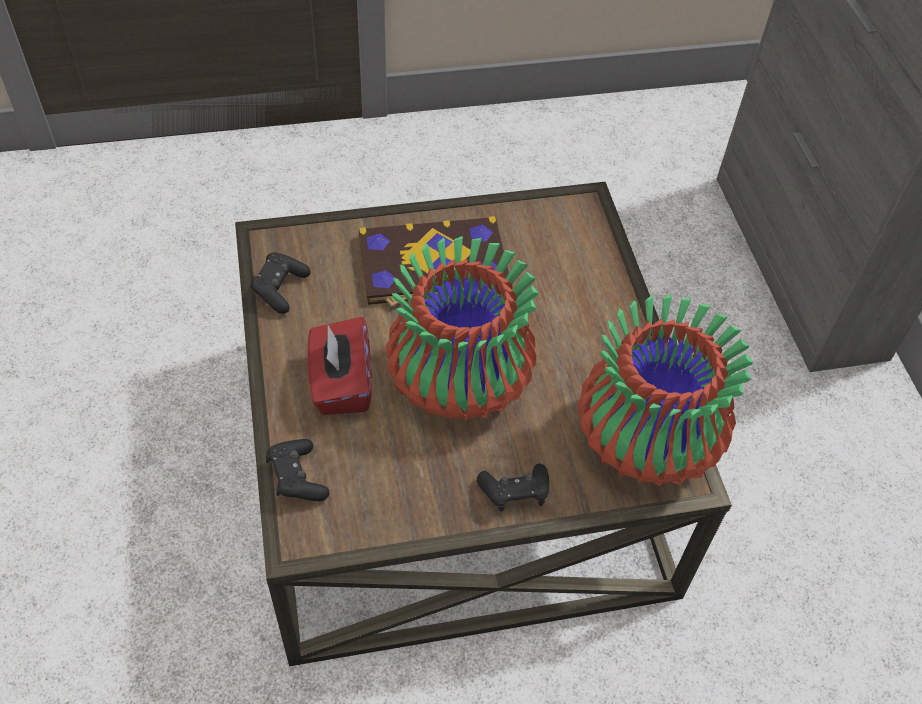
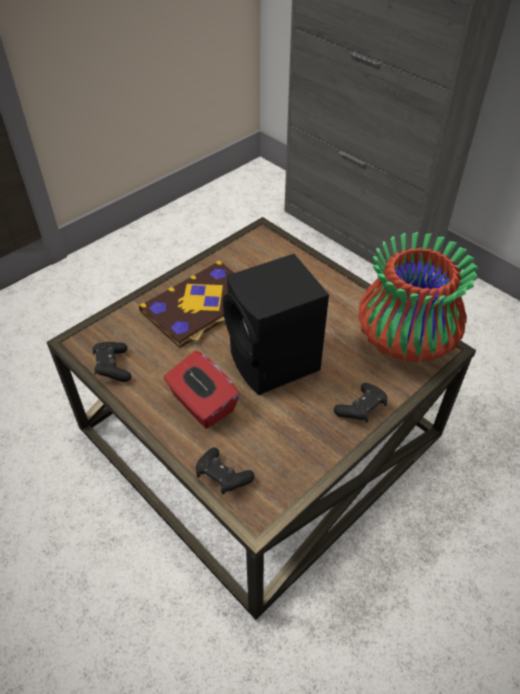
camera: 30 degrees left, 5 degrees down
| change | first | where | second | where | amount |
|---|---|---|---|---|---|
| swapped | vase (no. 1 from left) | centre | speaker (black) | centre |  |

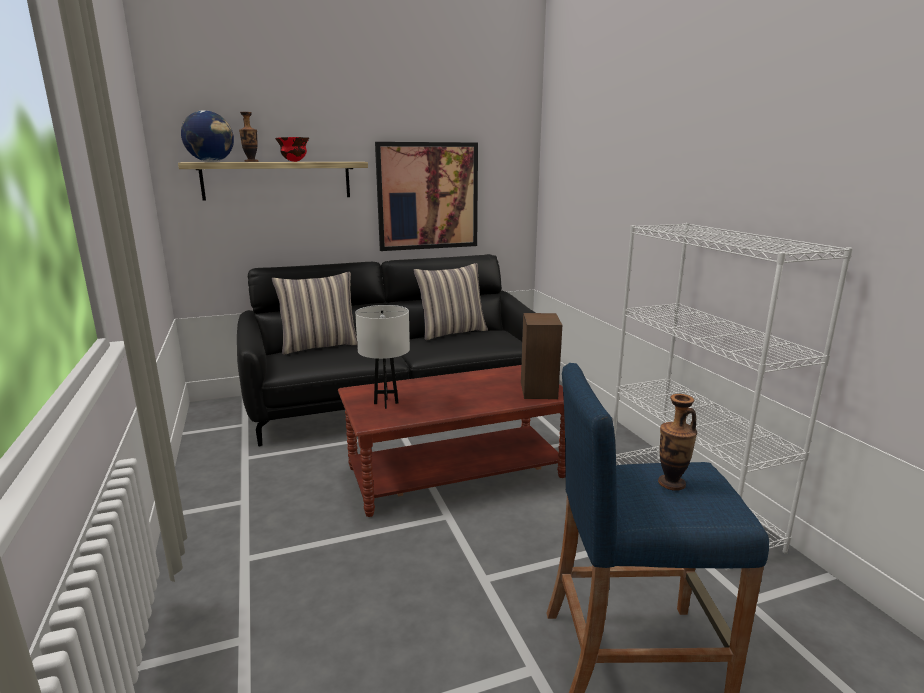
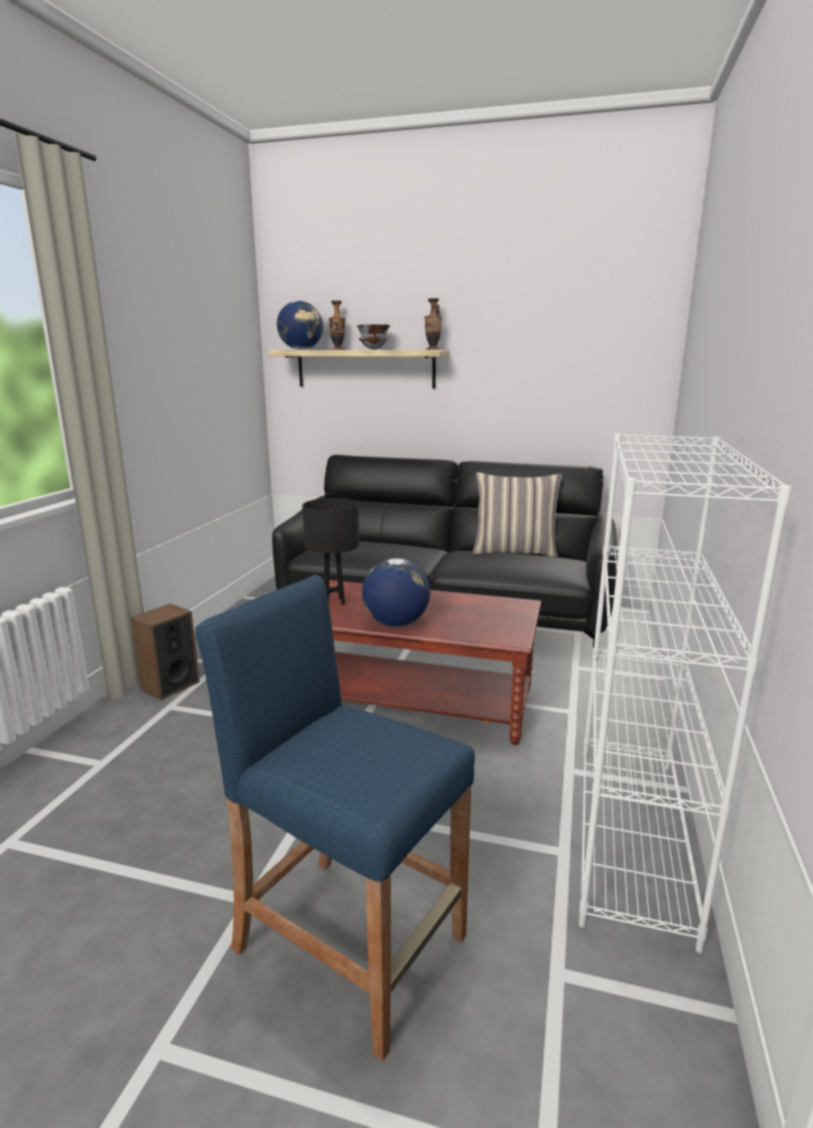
camera: 35 degrees right, 0 degrees up
| change | first | where | second | where | amount |
|---|---|---|---|---|---|
| shifted | speaker | centre |  | middle left |  |
| repainted | table lamp (white) | centre | table lamp (black) | centre |  |
| repainted | bowl (red) | top left | bowl (grey) | top centre |  |
| new |  |  | globe (no. 2 from left) | centre |  |
| shifted | vase (no. 2 from left) | middle right |  | top centre |  |
| gone | pillow (no. 1 from left) | centre |  |  |  |
| gone | picture | top centre |  |  |  |

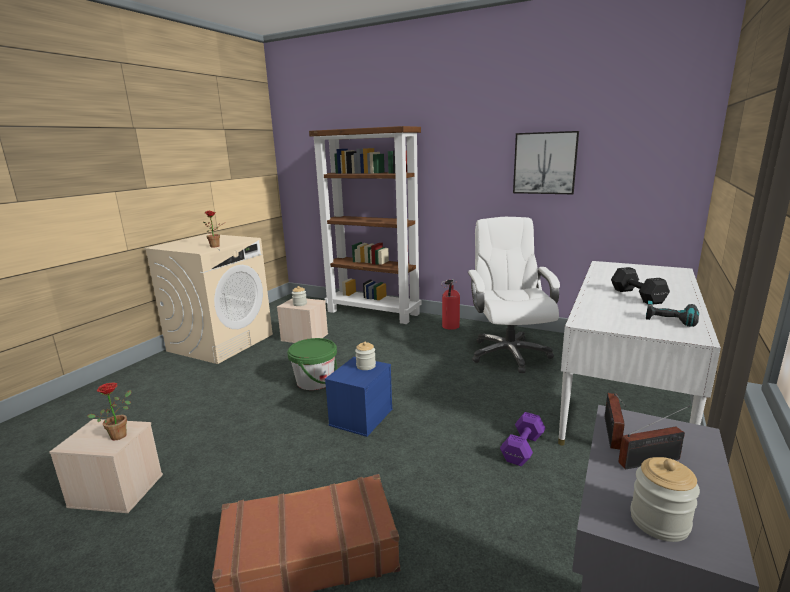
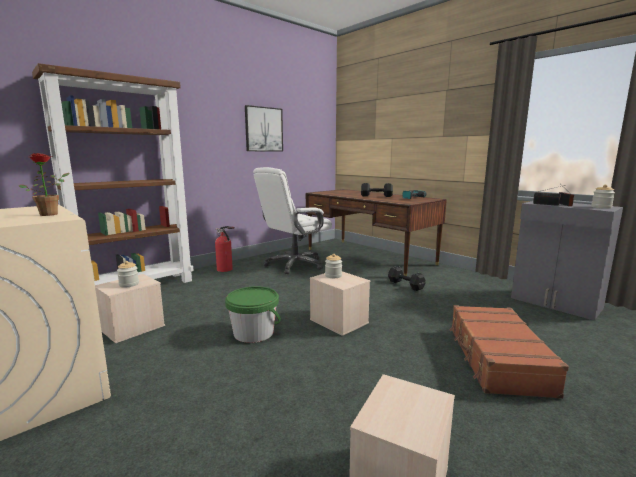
camera: 70 degrees left, 5 degrees down
| change | first | where | second | where | amount |
|---|---|---|---|---|---|
| rotated | office chair (white) | centre |  | centre | 60 degrees counterclockwise |
| repainted | desk (white) | middle right | desk (brown) | centre |  |
| repainted | storage box (blue) | bottom centre | storage box (beige) (no. 2 from left) | centre |  |
| repainted | dumbbell (purple) | bottom centre | dumbbell (black) (no. 2 from left) | centre |  |
| gone | potted plant (no. 1 from left) | bottom left |  |  |  |

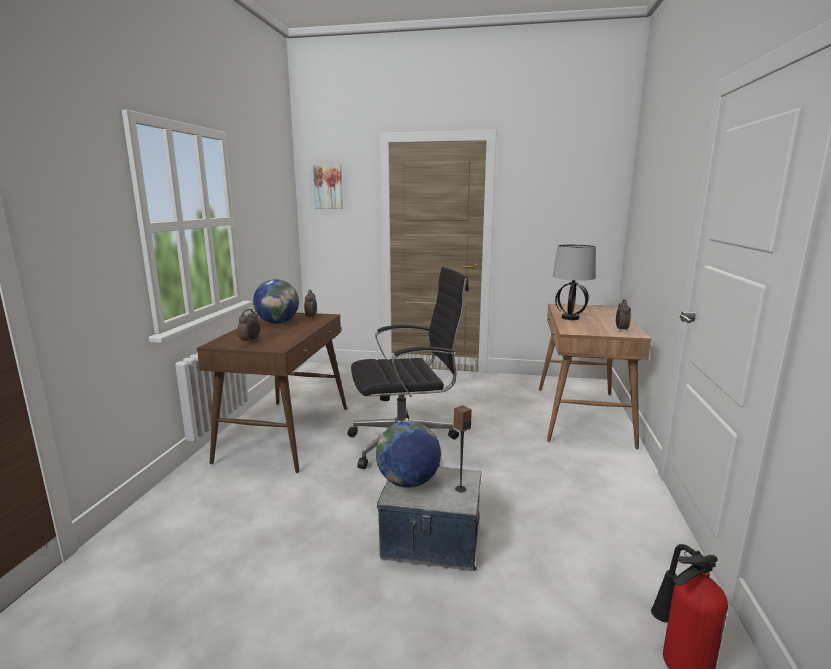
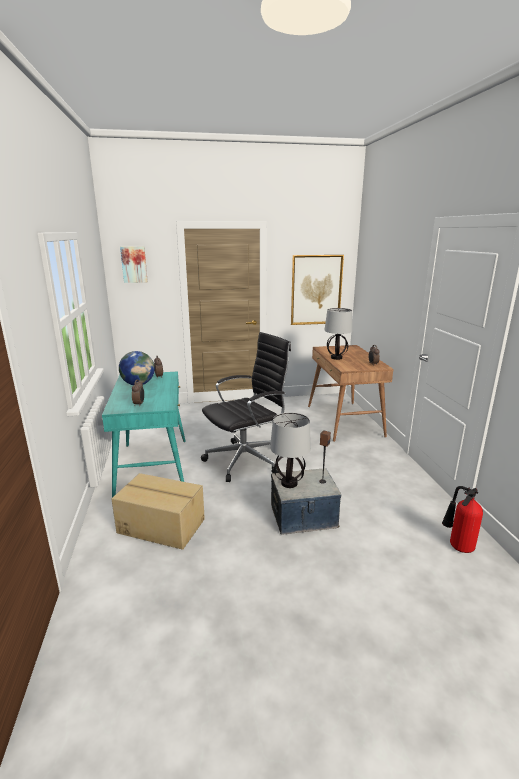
camera: 20 degrees left, 5 degrees up
| change | first | where | second | where | amount |
|---|---|---|---|---|---|
| repainted | desk (brown) (no. 1 from left) | middle left | desk (turquoise) | middle left |  |
| new |  |  | cardboard box | middle left |  |
| swapped | globe (no. 2 from left) | bottom centre | table lamp (no. 1 from left) | centre |  |
| new |  |  | picture (no. 2 from left) | centre |  |

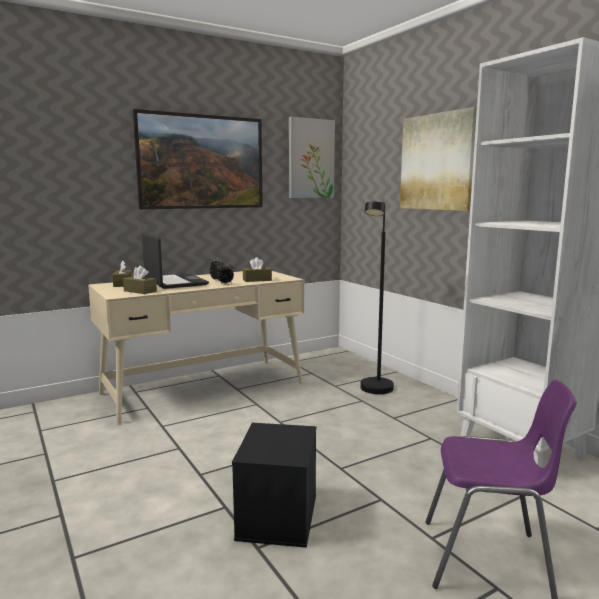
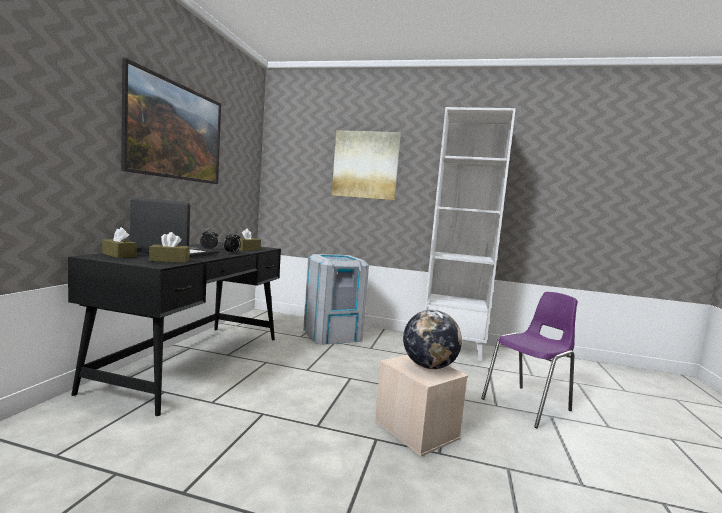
camera: 45 degrees left, 5 degrees down
| change | first | where | second | where | amount |
|---|---|---|---|---|---|
| repainted | desk (beige) | middle left | desk (black) | middle left |  |
| swapped | floor lamp (black) | centre | trash can (grey) | centre |  |
| repainted | storage box (black) | bottom centre | storage box (beige) | bottom centre |  |
| new |  |  | globe | centre |  |
| gone | picture (no. 2 from left) | top centre |  |  |  |

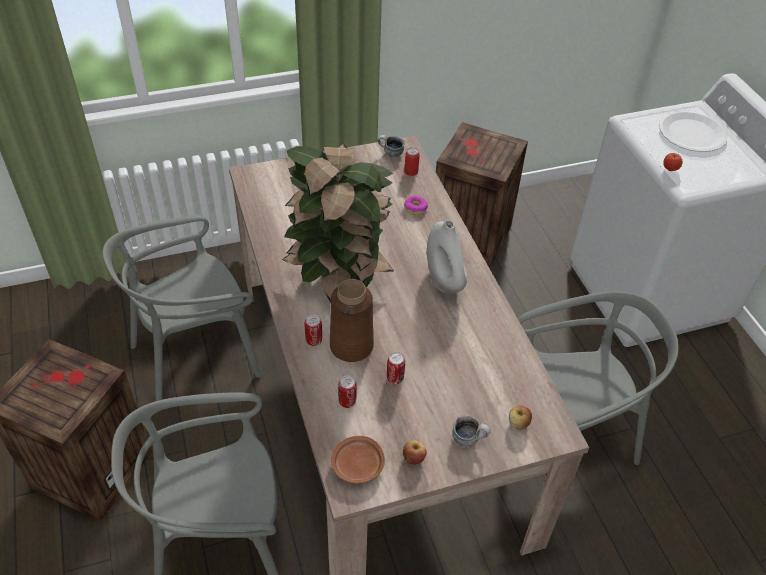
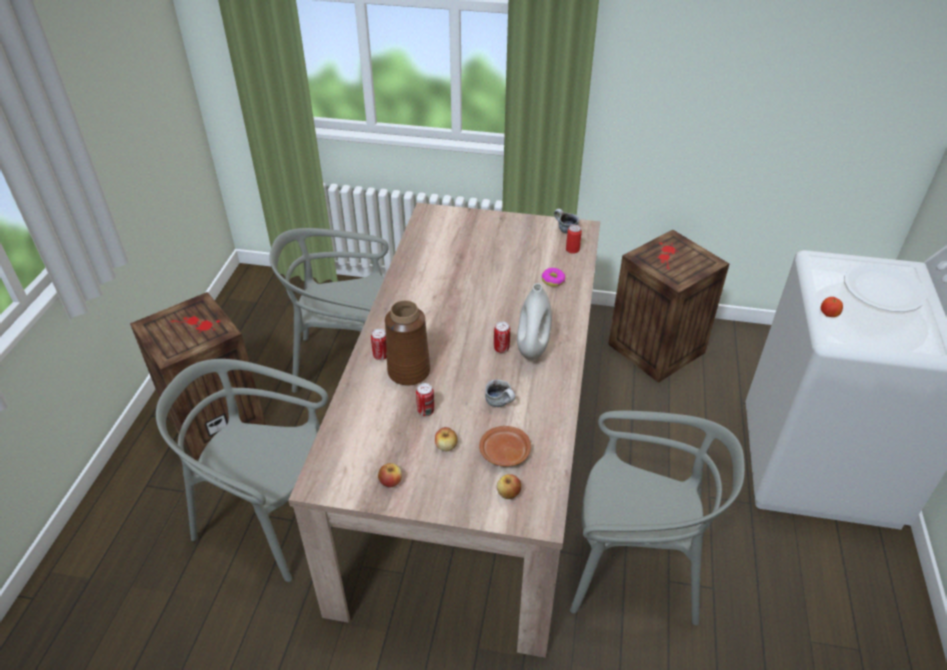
camera: 30 degrees right, 5 degrees down
| change | first | where | second | where | amount |
|---|---|---|---|---|---|
| new |  |  | apple (no. 2 from left) | centre |  |
| shifted | plate (brown) | bottom centre |  | centre |  |
| shifted | mug (no. 2 from left in the first image) | bottom centre | mug (no. 1 from left) | centre |  |
| shifted | can (no. 2 from left in the first image) | bottom centre | can (no. 3 from left) | centre |  |
| gone | potted plant | centre |  |  |  |

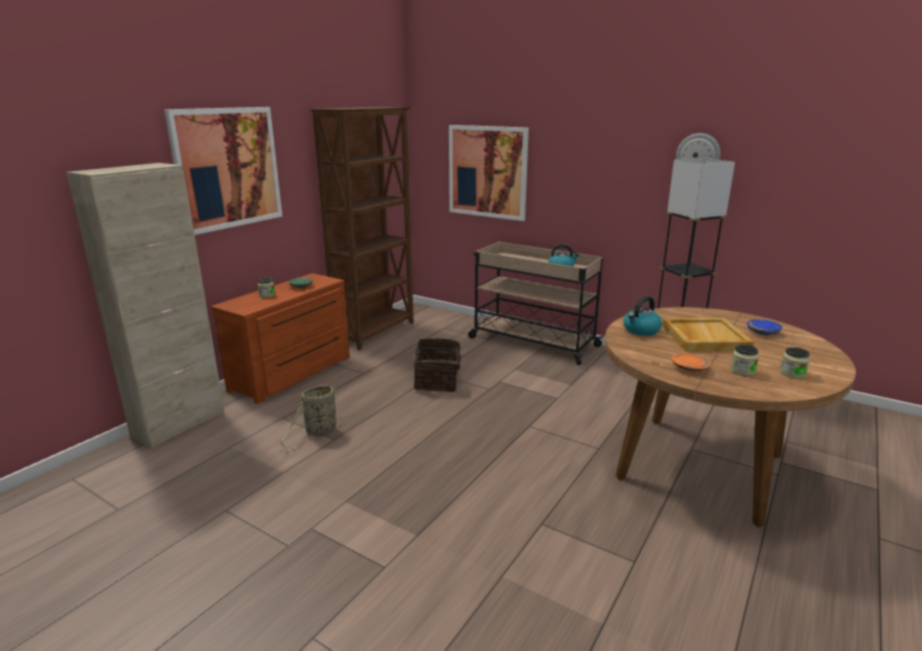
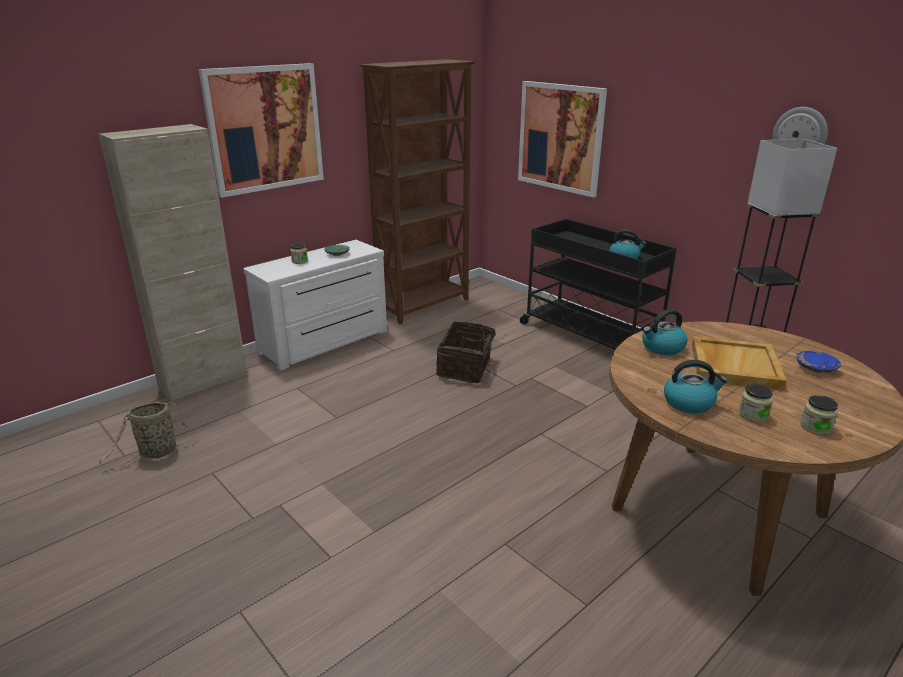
camera: 15 degrees right, 5 degrees up
| change | first | where | second | where | amount |
|---|---|---|---|---|---|
| shifted | basket (no. 1 from left) | centre |  | middle left |  |
| repainted | dresser (brown) | middle left | dresser (white) | centre |  |
| repainted | cart (beige) | centre | cart (black) | centre |  |
| swapped | plate (orange) | middle right | kettle (no. 3 from left) | middle right |  |

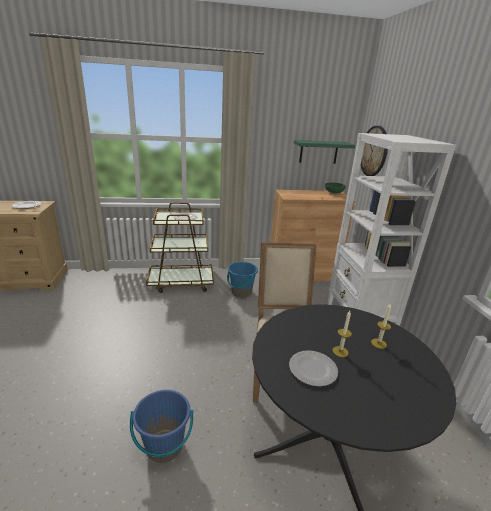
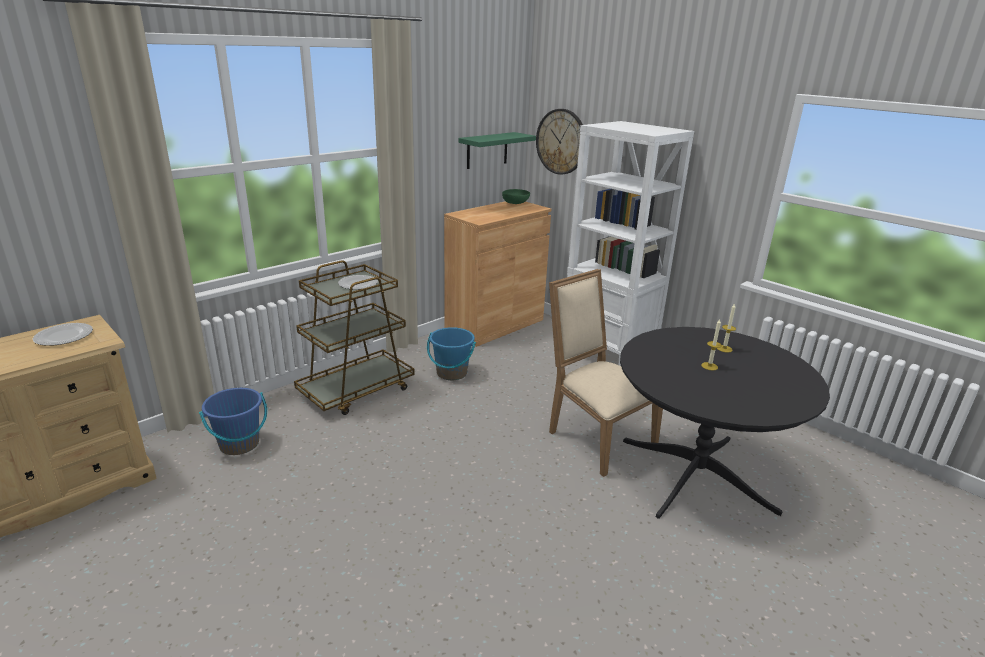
camera: 35 degrees left, 0 degrees up
| change | first | where | second | where | amount |
|---|---|---|---|---|---|
| shifted | bucket (blue) (no. 1 from left) | bottom left |  | middle left |  |
| gone | plate (no. 3 from left) | bottom centre |  |  |  |

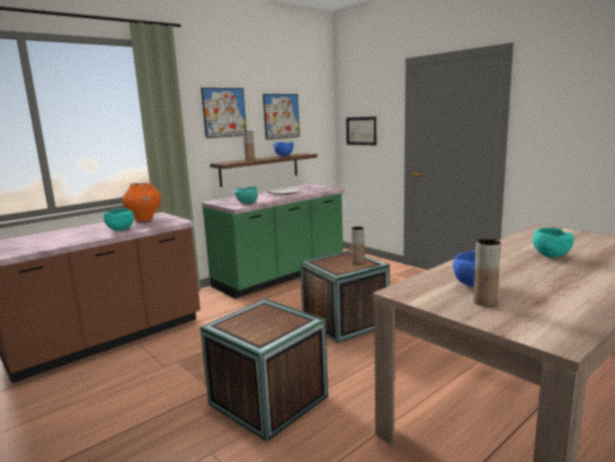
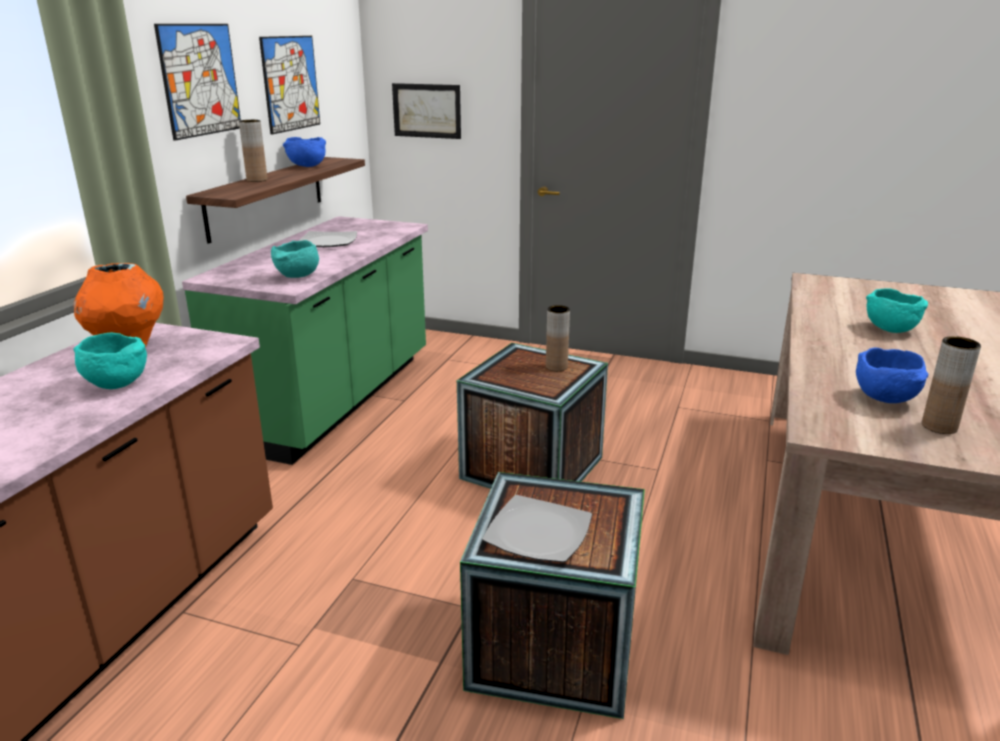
camera: 30 degrees left, 10 degrees up
| change | first | where | second | where | amount |
|---|---|---|---|---|---|
| new |  |  | plate (no. 2 from left) | bottom centre |  |

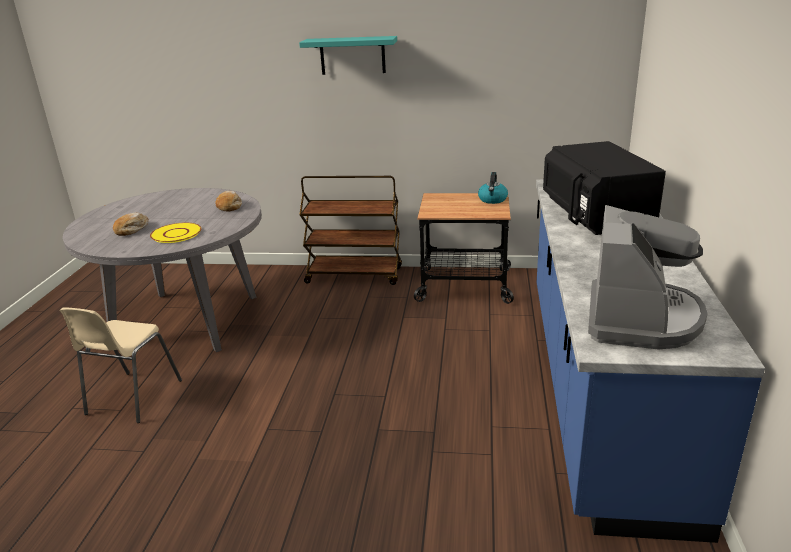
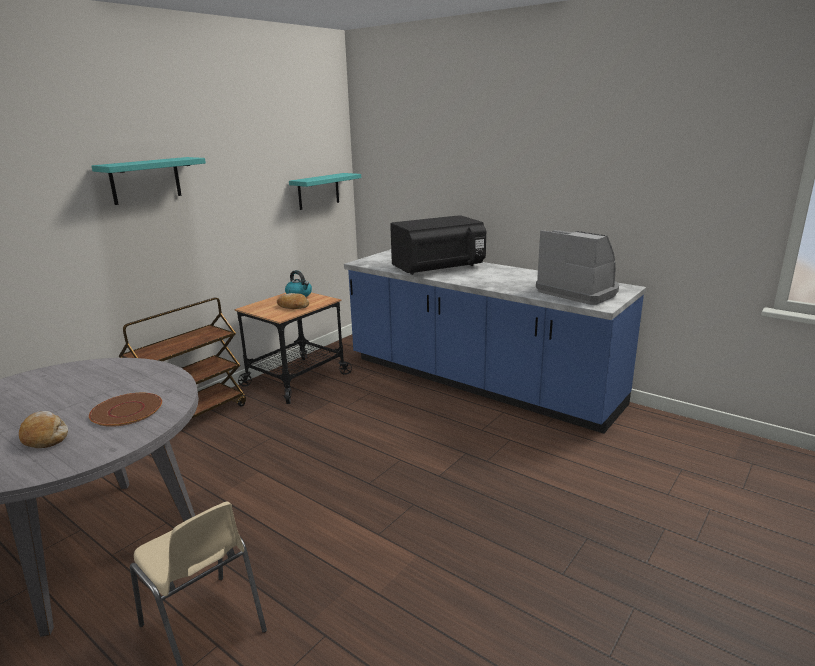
camera: 60 degrees left, 5 degrees down
| change | first | where | second | where | amount |
|---|---|---|---|---|---|
| repainted | plate (yellow) | middle left | plate (brown) | middle left |  |
| shifted | bread (no. 2 from left) | middle left |  | centre |  |
| new |  |  | shelf (turquoise) (no. 2 from left) | top centre |  |
| rotated | microwave (black) | middle right |  | centre | 45 degrees counterclockwise |

